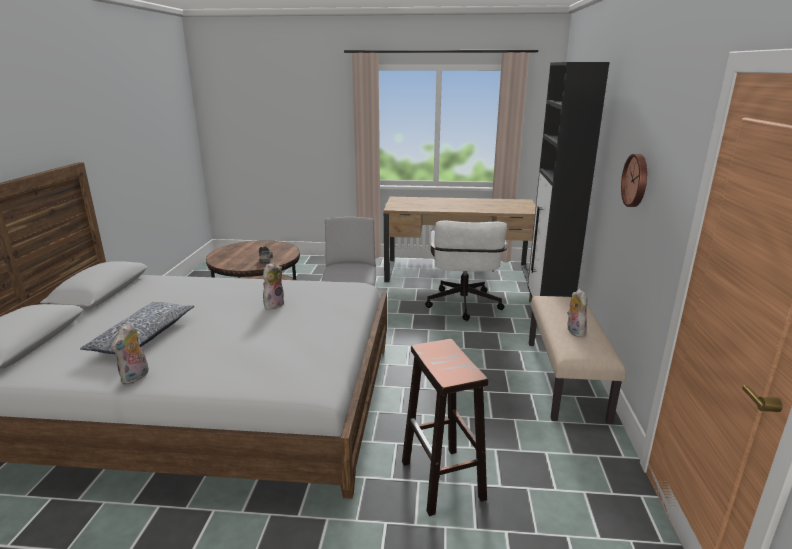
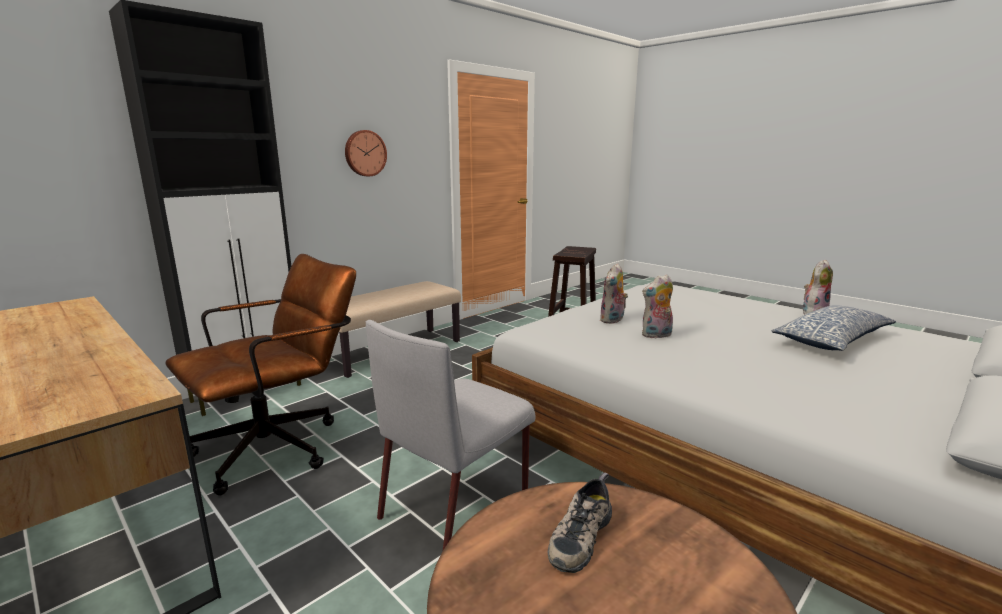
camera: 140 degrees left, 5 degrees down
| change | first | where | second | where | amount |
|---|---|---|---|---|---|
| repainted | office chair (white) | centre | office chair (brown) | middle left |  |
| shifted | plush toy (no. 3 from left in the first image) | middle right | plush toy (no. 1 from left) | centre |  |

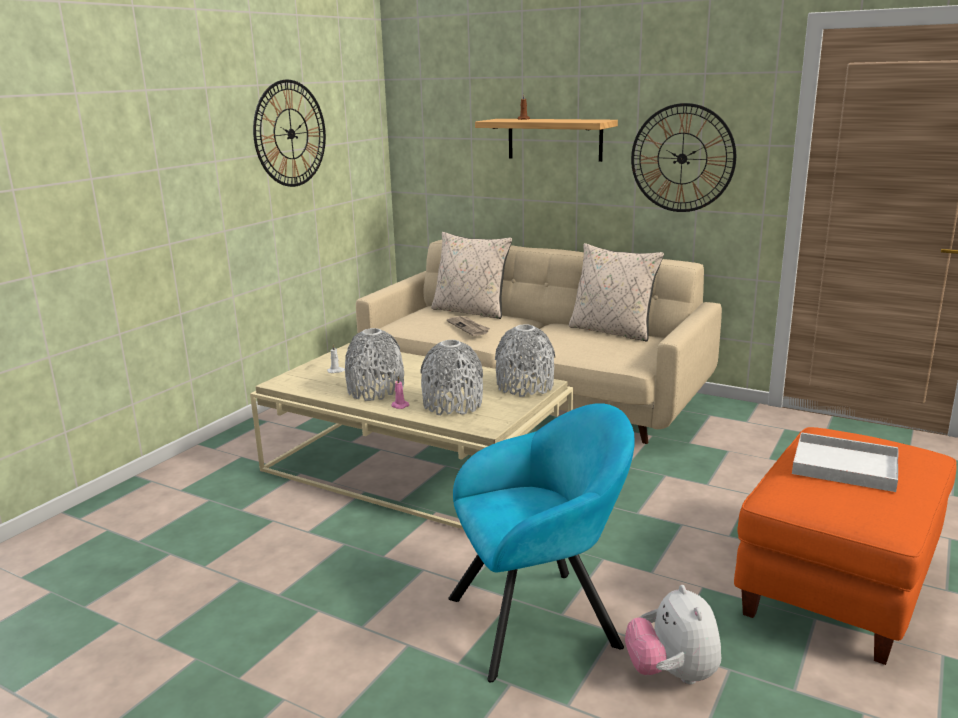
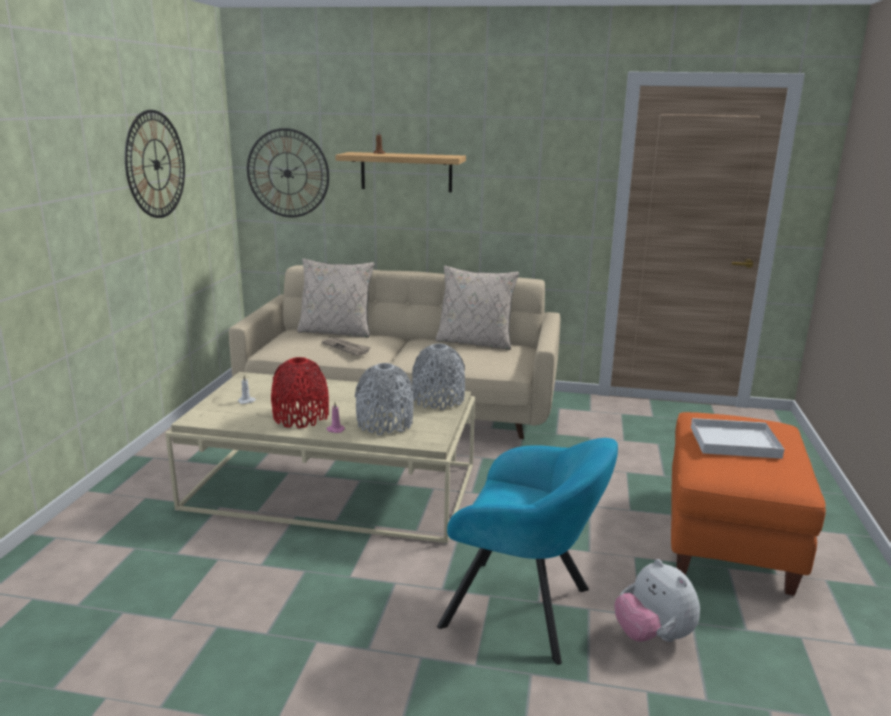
camera: 20 degrees left, 0 degrees up
| change | first | where | second | where | amount |
|---|---|---|---|---|---|
| shifted | wall clock (no. 2 from left) | top right |  | top left |  |
| repainted | vase (grey) (no. 1 from left) | centre | vase (red) | centre |  |
| rotated | armchair (turquoise) | bottom centre |  | bottom centre | 60 degrees clockwise |

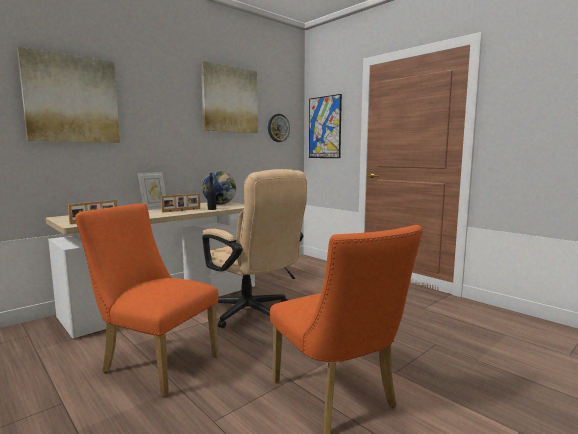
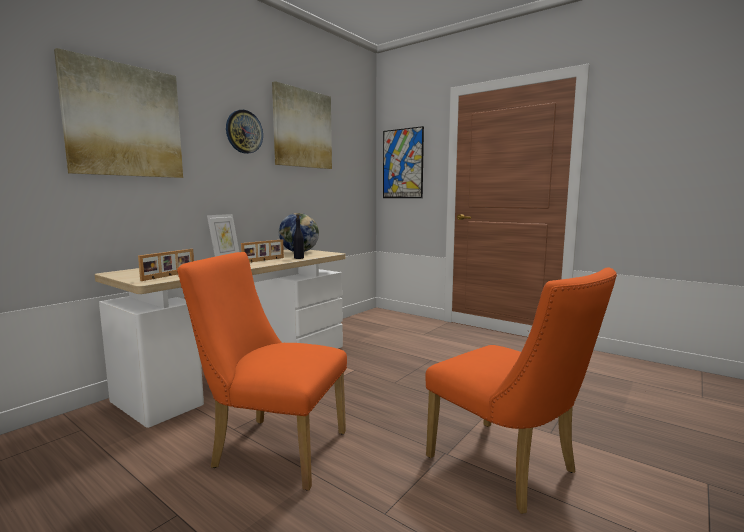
camera: 10 degrees left, 0 degrees up
| change | first | where | second | where | amount |
|---|---|---|---|---|---|
| shifted | wall clock | top centre |  | top left |  |
| gone | office chair (beige) | centre |  |  |  |

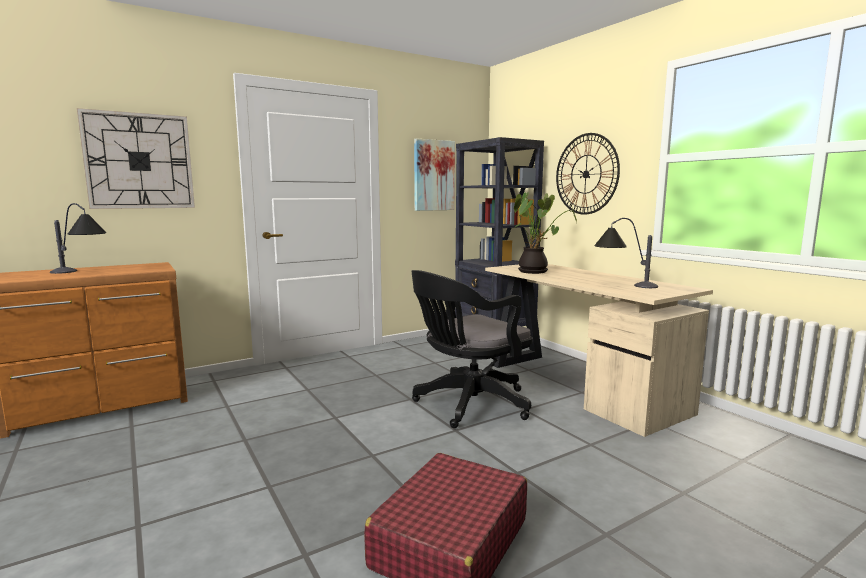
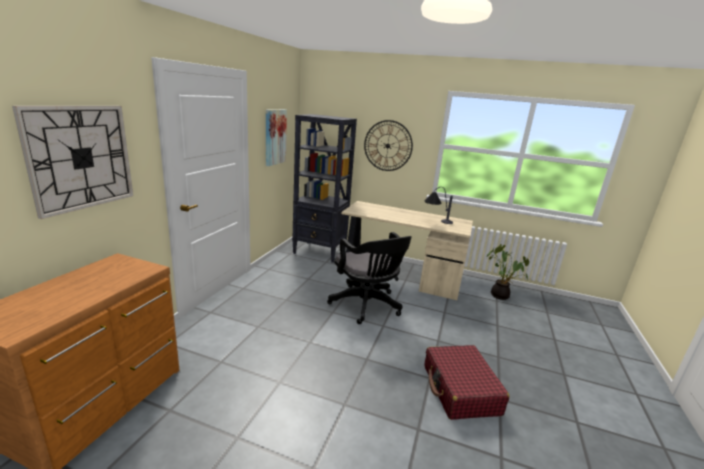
camera: 40 degrees left, 10 degrees up
| change | first | where | second | where | amount |
|---|---|---|---|---|---|
| rotated | office chair (black) | centre |  | centre | 45 degrees counterclockwise |
| shifted | potted plant | centre |  | middle right |  |
| gone | table lamp (no. 1 from left) | middle left |  |  |  |

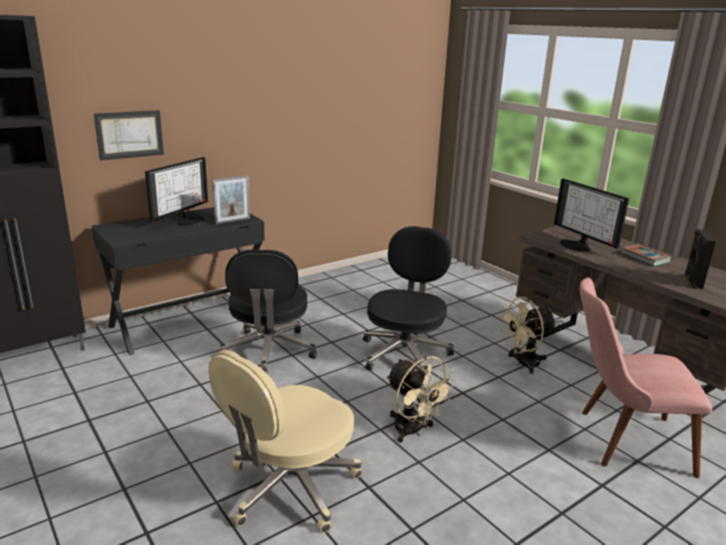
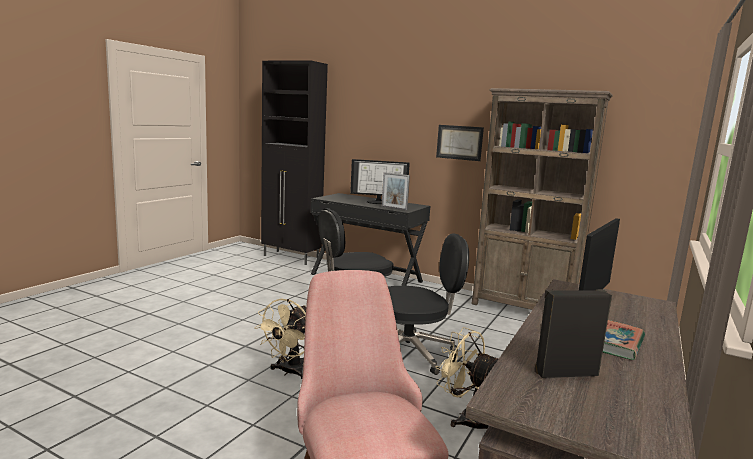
camera: 65 degrees right, 10 degrees down
| change | first | where | second | where | amount |
|---|---|---|---|---|---|
| shifted | picture | top left |  | top centre |  |
| new |  |  | bookcase (brown) | middle right |  |
| gone | office chair (beige) | bottom centre |  |  |  |

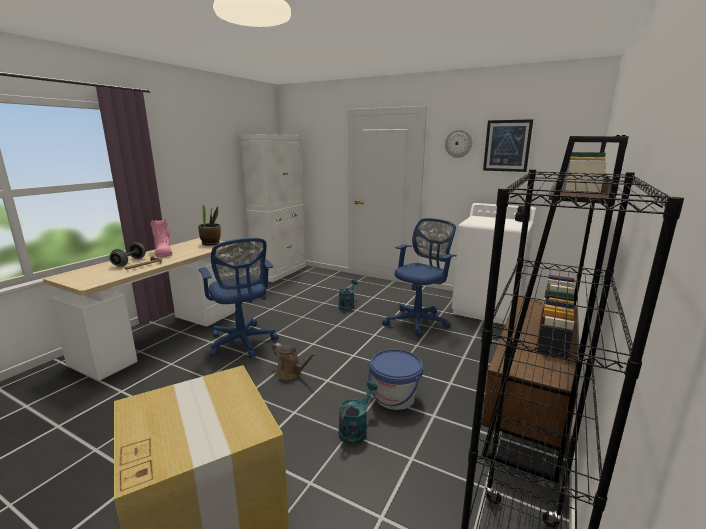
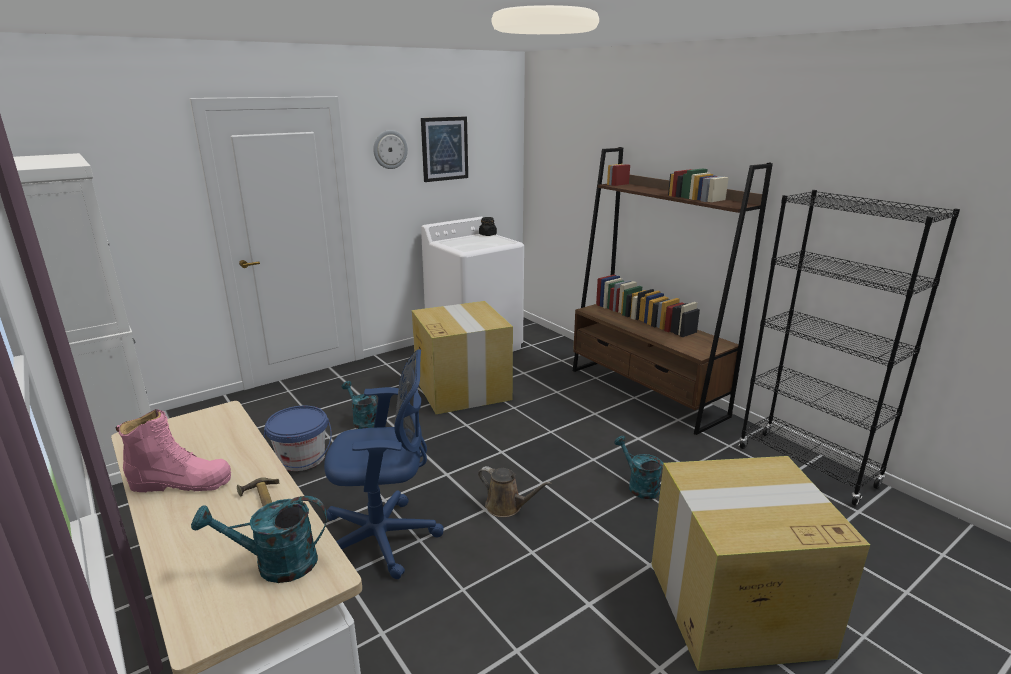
camera: 65 degrees left, 5 degrees up
| change | first | where | second | where | amount |
|---|---|---|---|---|---|
| new |  |  | watering can (turquoise) (no. 1 from left) | bottom left |  |
| shifted | bucket (blue) | bottom centre |  | middle left |  |
| swapped | office chair (blue) (no. 2 from left) | centre | cardboard box (no. 1 from left) | centre |  |
| rotated | watering can (brown) | bottom centre |  | bottom centre | 60 degrees clockwise |
| gone | dumbbell (grey) | middle left |  |  |  |
| gone | potted plant | middle left |  |  |  |

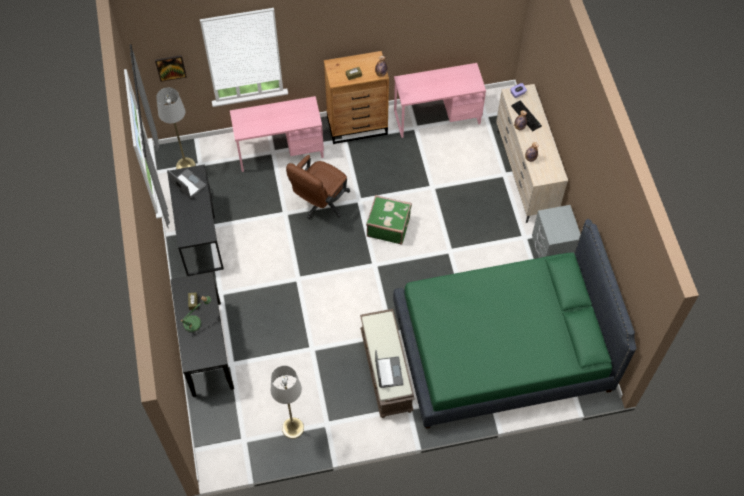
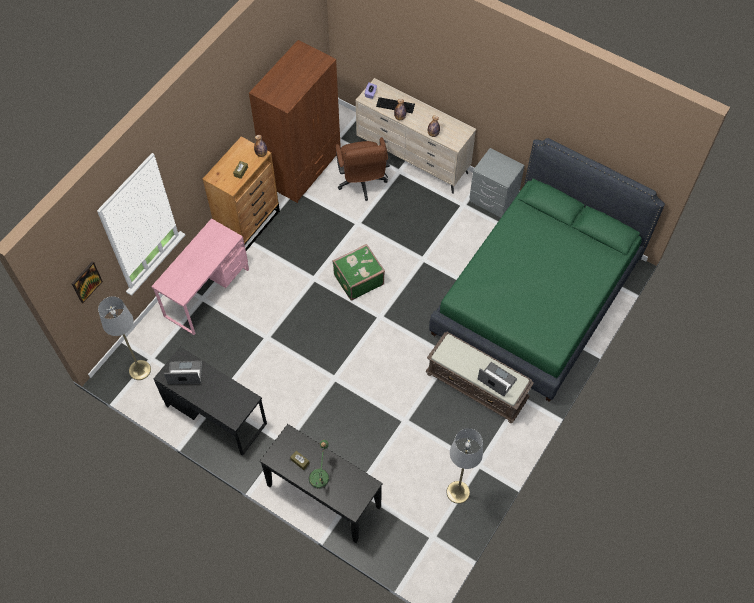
camera: 45 degrees left, 0 degrees up
| change | first | where | second | where | amount |
|---|---|---|---|---|---|
| swapped | desk (pink) (no. 2 from left) | top centre | wardrobe (brown) | top centre |  |
| shifted | office chair (brown) | centre |  | top centre |  |

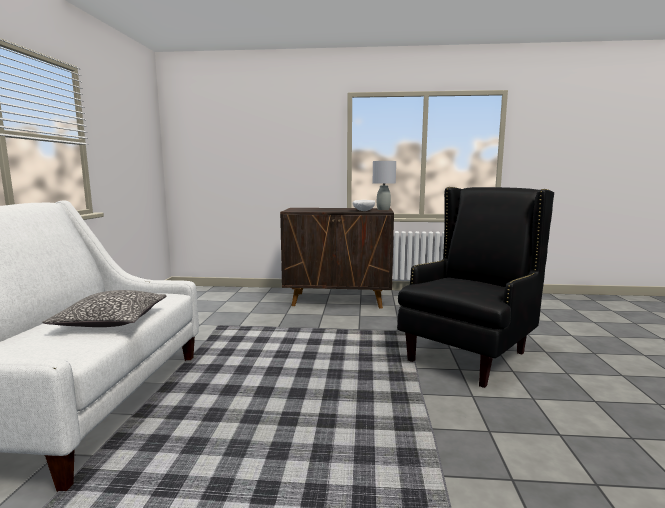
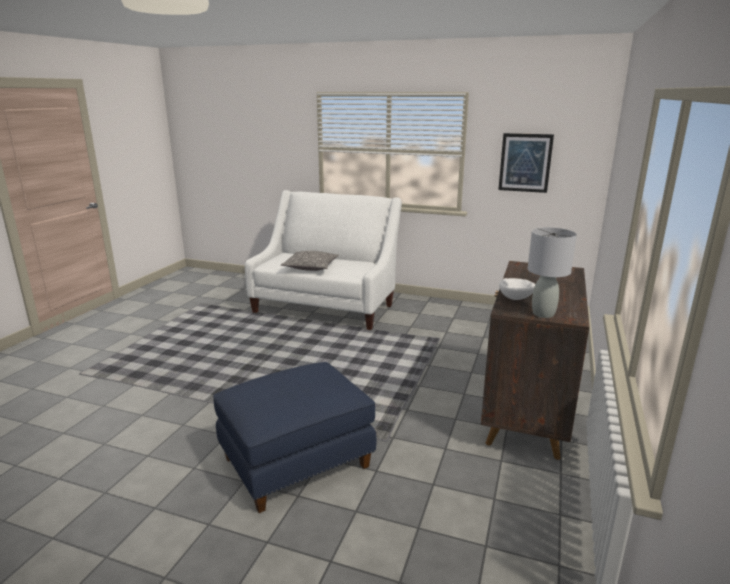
camera: 105 degrees right, 10 degrees up
| change | first | where | second | where | amount |
|---|---|---|---|---|---|
| swapped | armchair (black) | middle right | ottoman (blue) | bottom centre |  |
| new |  |  | picture | top right |  |

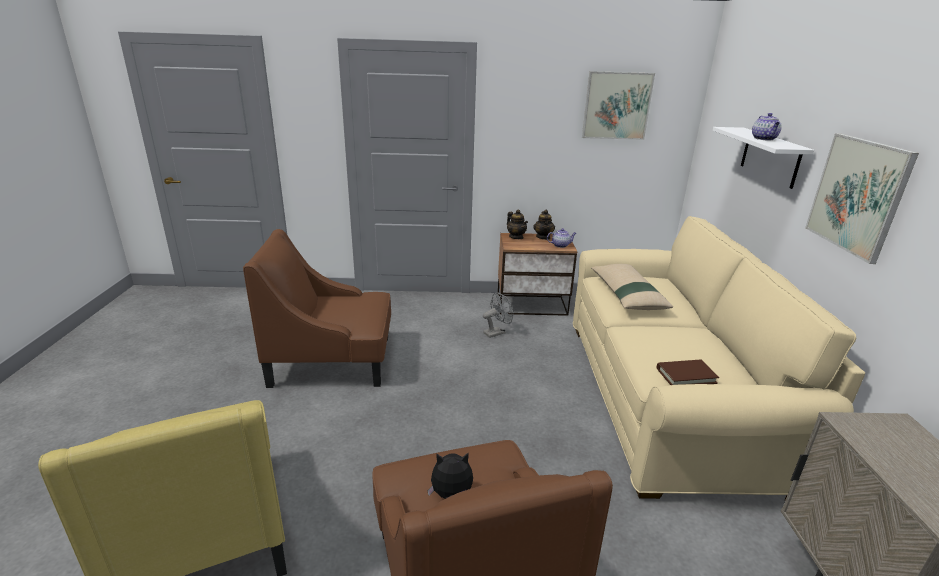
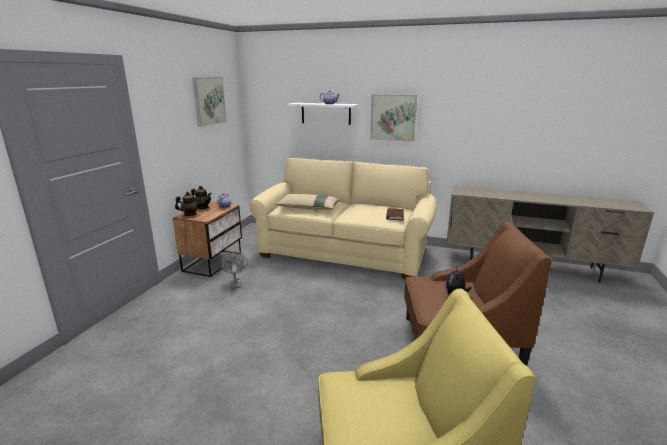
camera: 70 degrees left, 5 degrees down
| change | first | where | second | where | amount |
|---|---|---|---|---|---|
| gone | armchair (brown) (no. 1 from left) | centre |  |  |  |

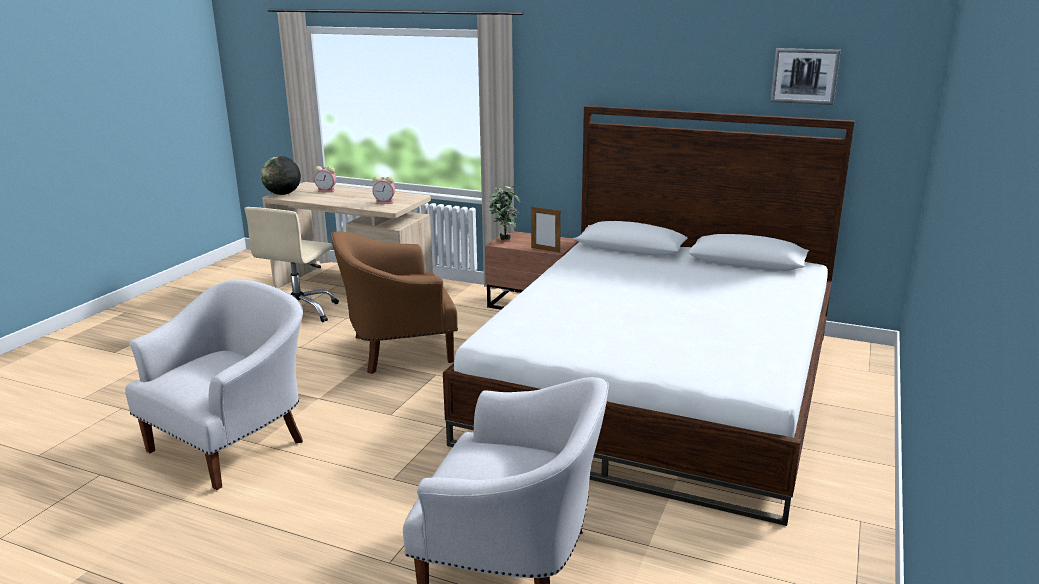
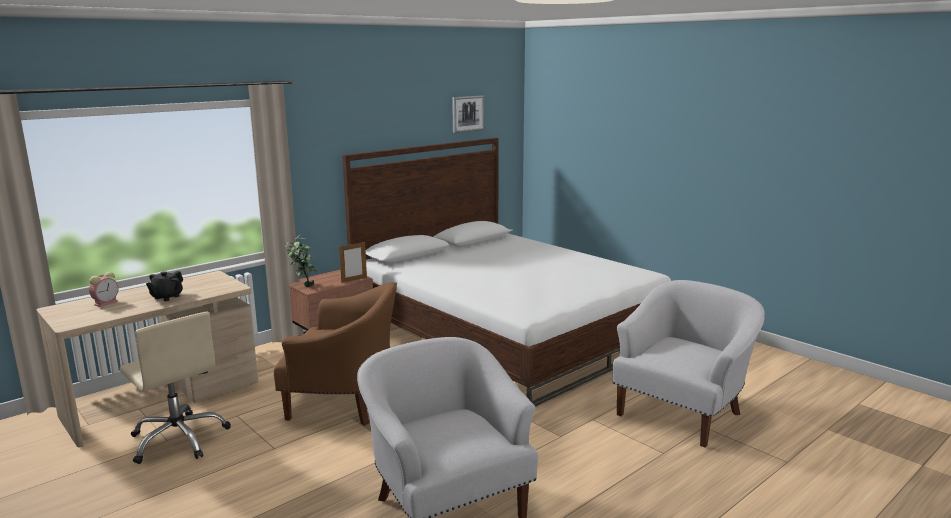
camera: 65 degrees left, 5 degrees down
| change | first | where | second | where | amount |
|---|---|---|---|---|---|
| new |  |  | teapot (black) | middle left |  |
| rotated | armchair (brown) | centre |  | bottom centre | 90 degrees counterclockwise |
| gone | globe | top left |  |  |  |
| gone | alarm clock (no. 2 from left) | top centre |  |  |  |

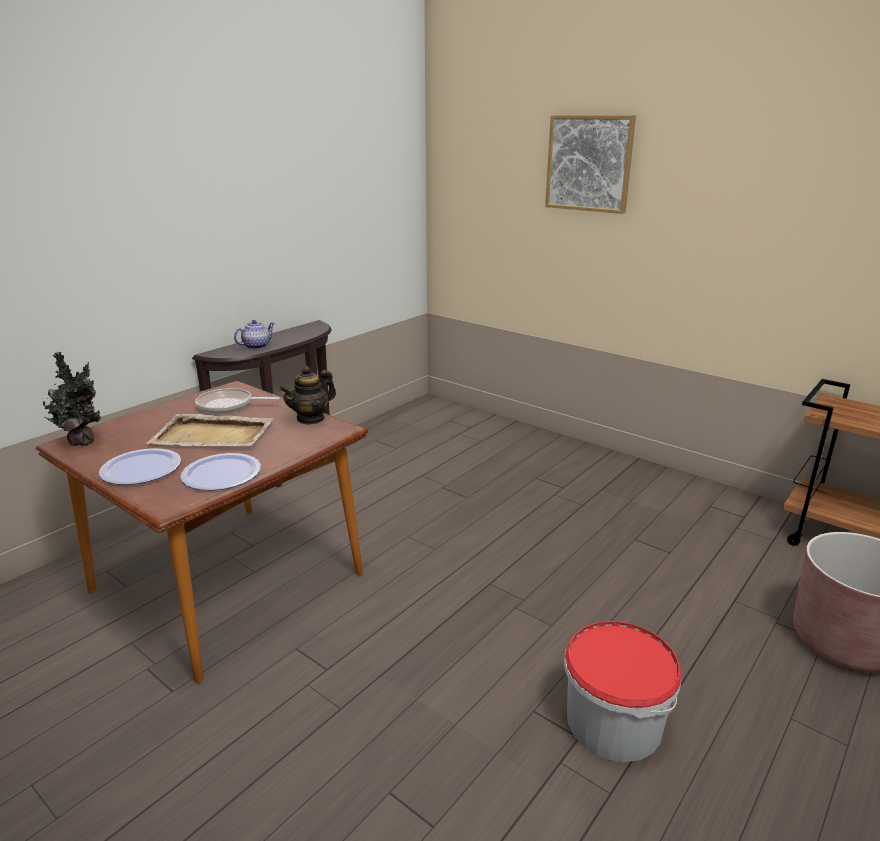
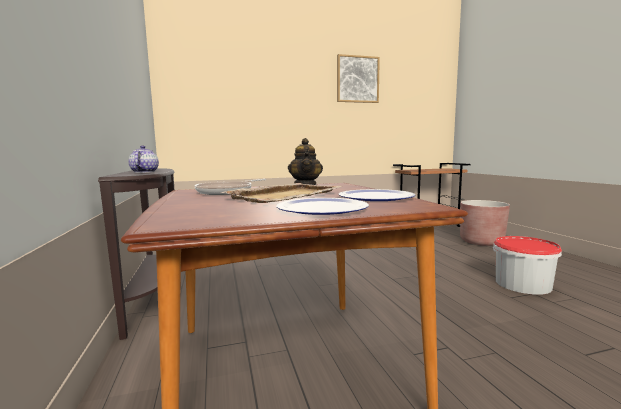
camera: 55 degrees left, 15 degrees down
| change | first | where | second | where | amount |
|---|---|---|---|---|---|
| shifted | picture | top right |  | top centre |  |
| gone | potted plant | middle left |  |  |  |

